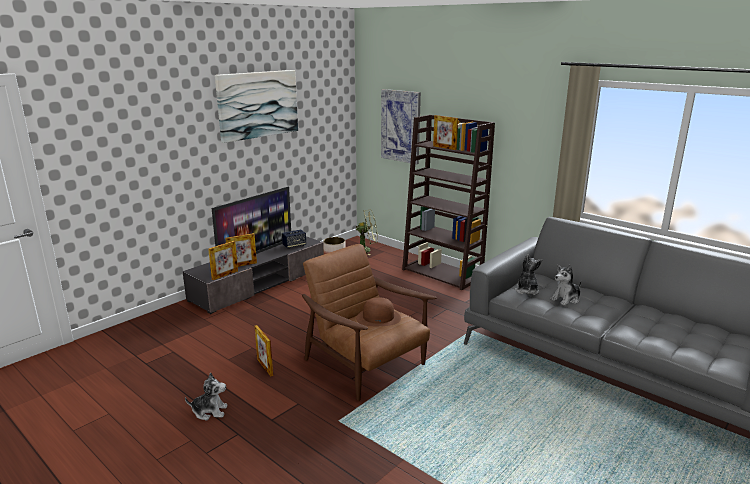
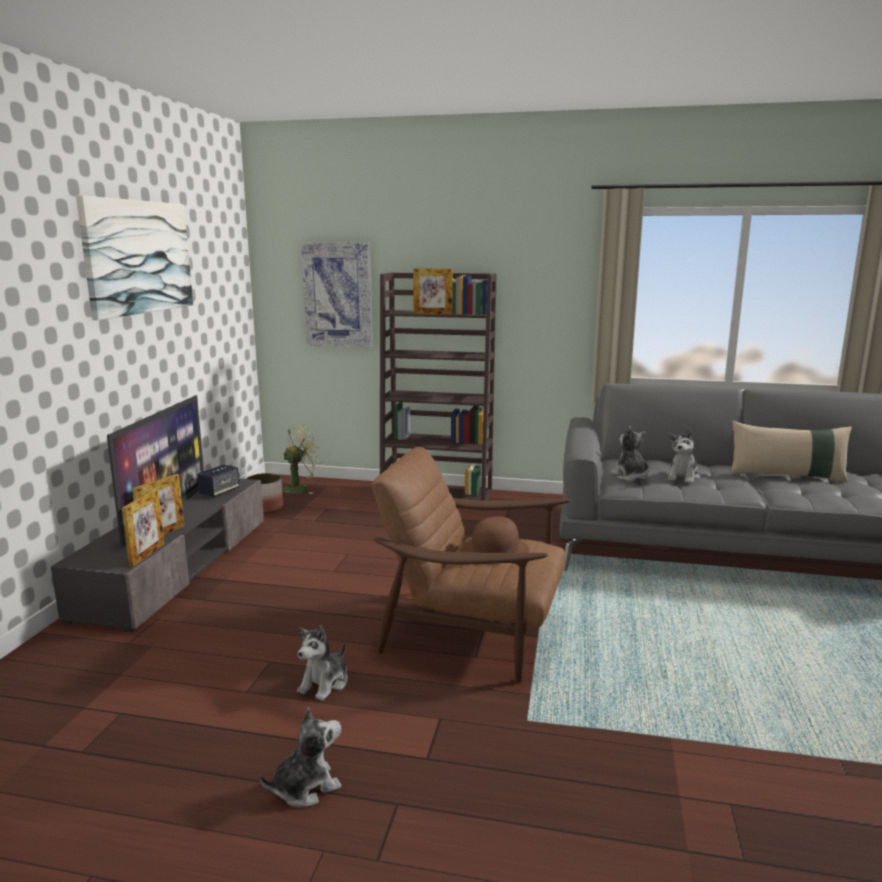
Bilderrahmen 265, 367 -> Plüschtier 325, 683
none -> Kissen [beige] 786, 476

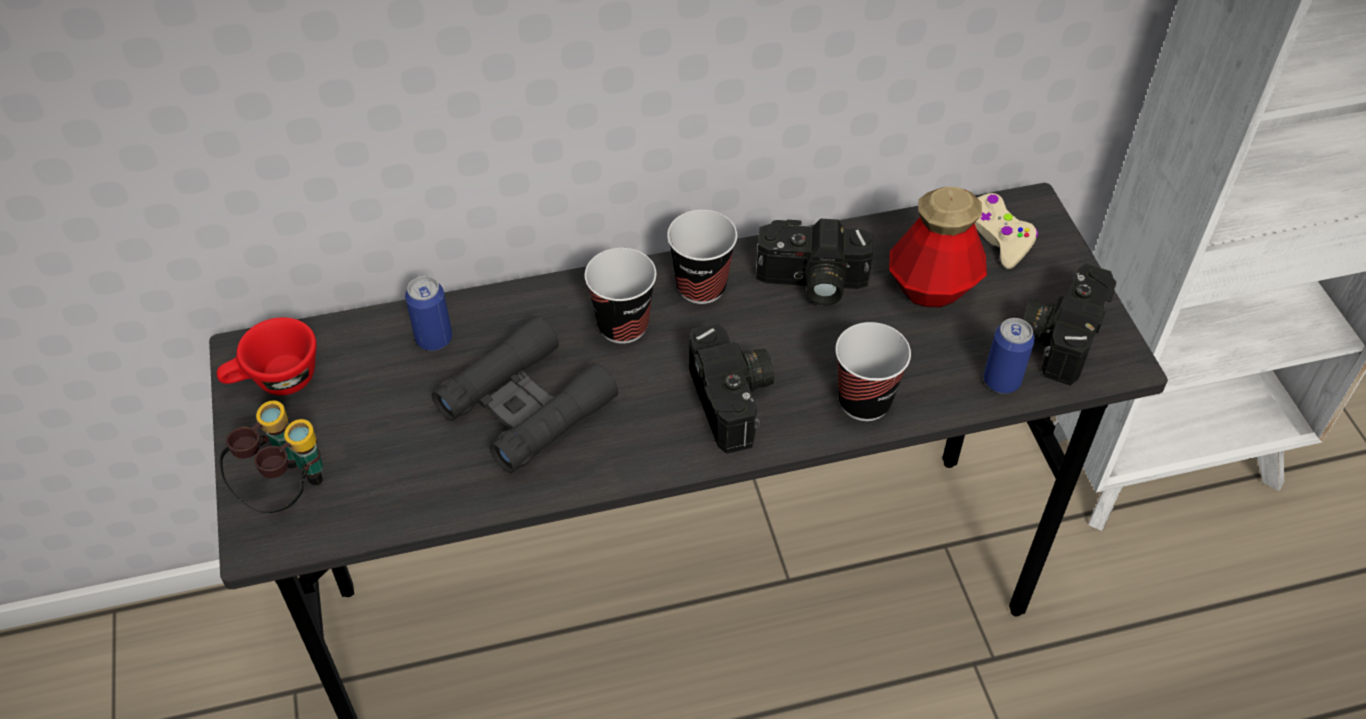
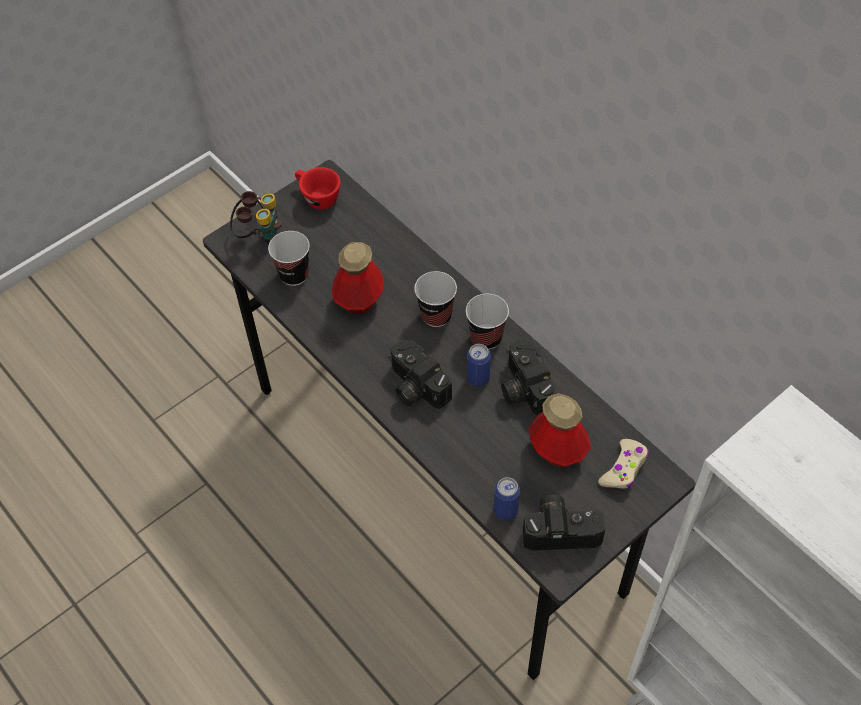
Dose 434, 339 -> Dose 478, 378, move
Fernglas [schwarz] 526, 405 -> Flasche 359, 300
Tasse 864, 401 -> Tasse 294, 274, move
Kamera 735, 400 -> Kamera 414, 387, 90 degrees clockwise

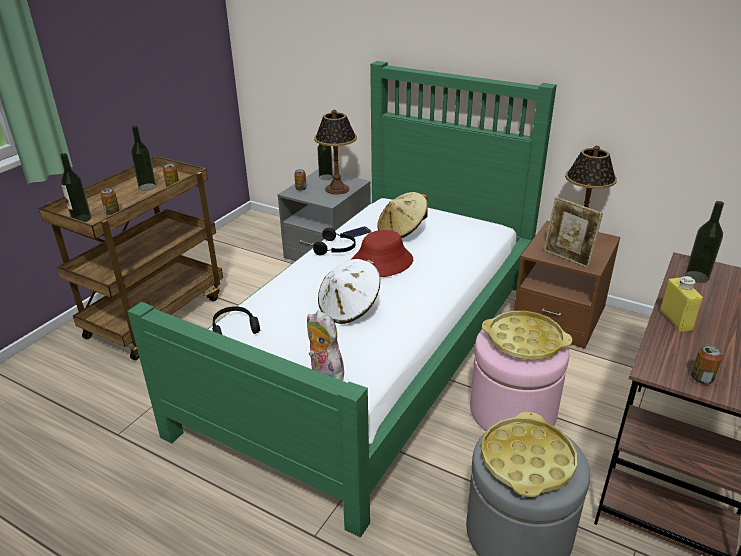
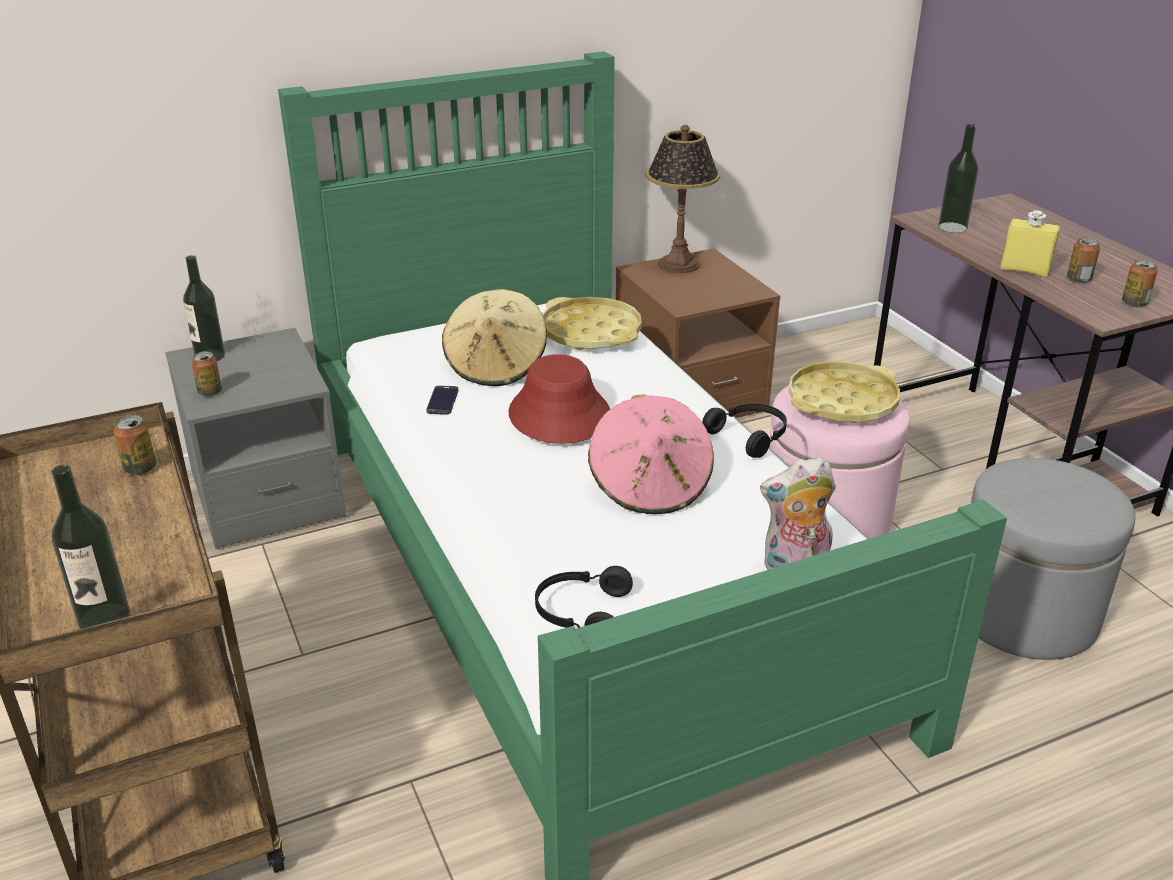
Tischlampe 337, 189 -> none
Flasche 147, 187 -> none
Dose 112, 213 -> Dose 1078, 279, move
Bilderrahmen 567, 258 -> none
Kopfhörer [schwarz] 336, 248 -> Kopfhörer [schwarz] 750, 436, move
Hut [weiß] 349, 308 -> Hut [rosa] 650, 486
Tablett [gelb] 527, 461 -> Tablett [gelb] 590, 332, move

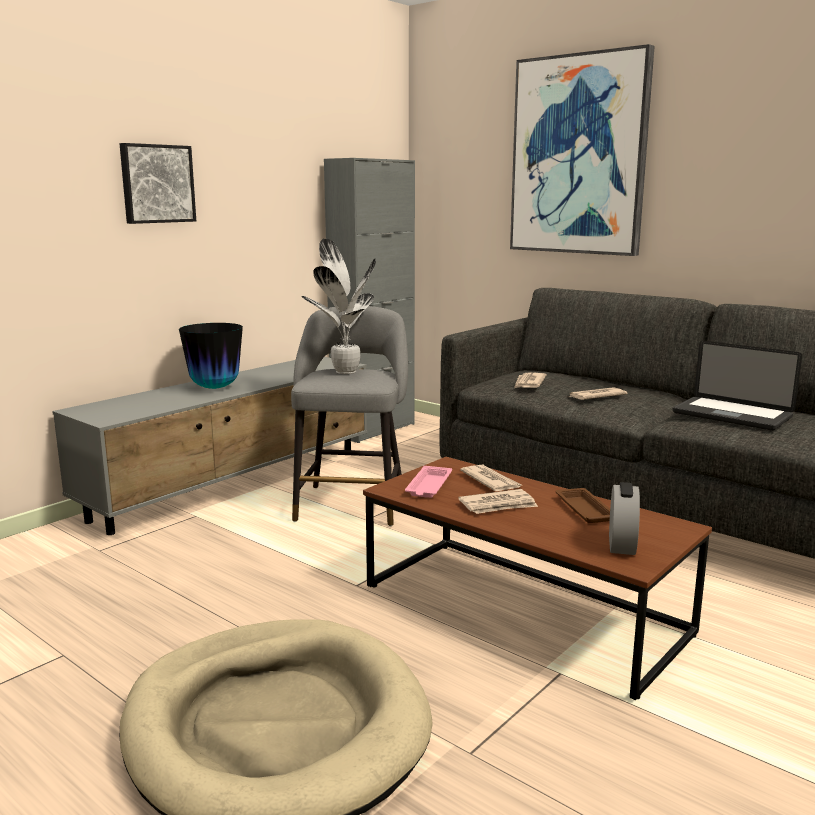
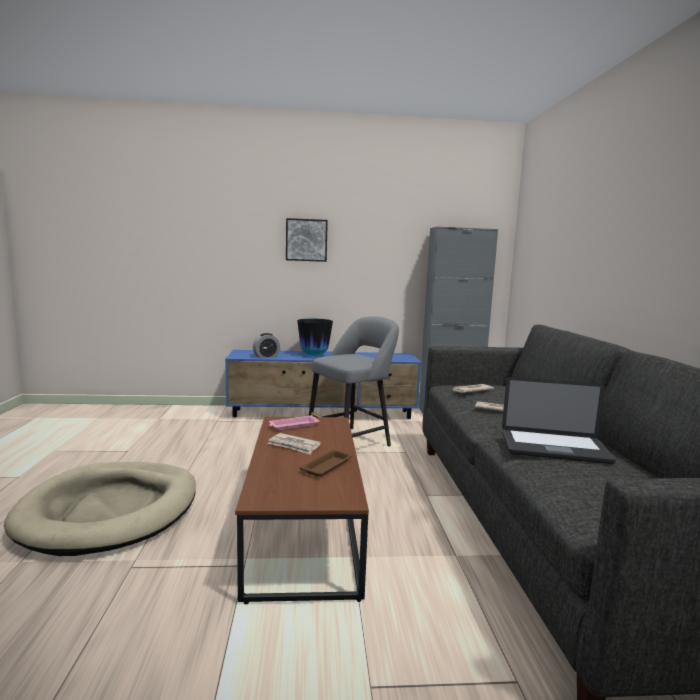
Bild 579, 156 -> none
Topfpflanze 345, 371 -> none
Laptop 731, 415 -> Laptop 554, 448, 75 degrees counterclockwise
Fernsehschrank [grau] 236, 482 -> Fernsehschrank [blau] 323, 414
Zeitung 490, 481 -> none
Wecker 621, 544 -> Wecker 266, 356, move

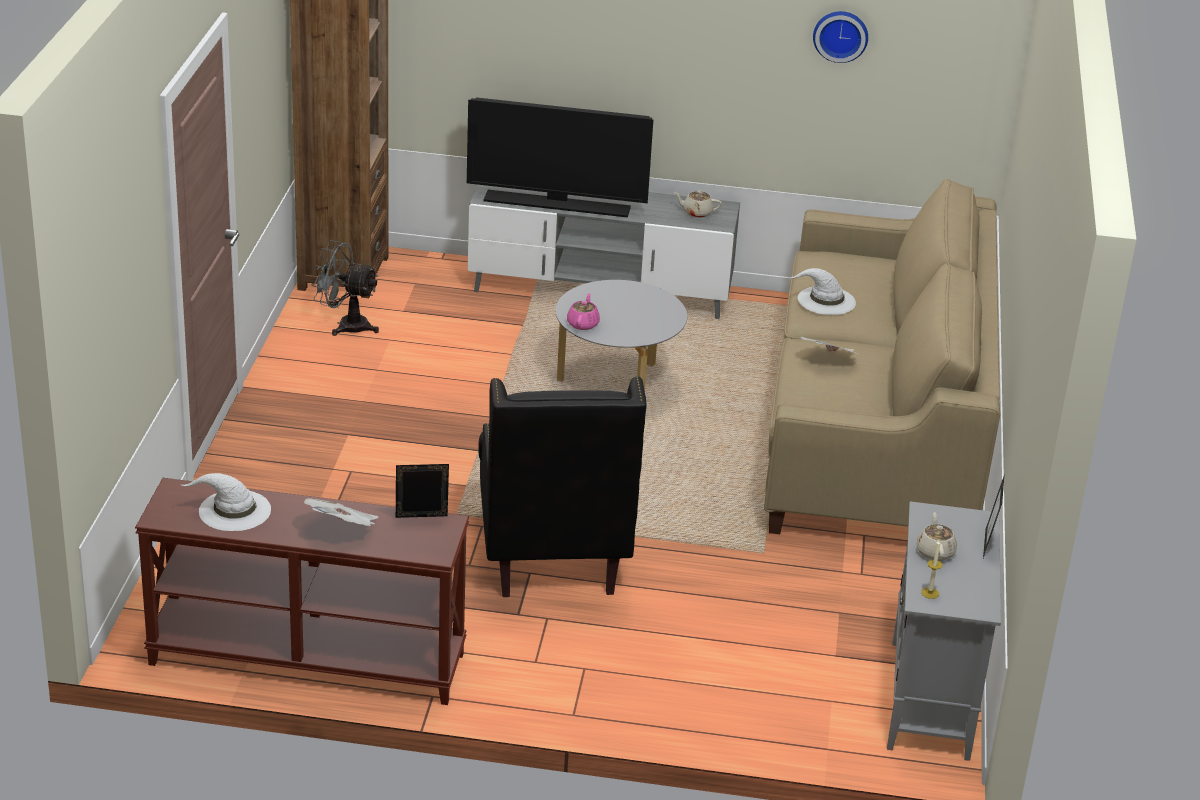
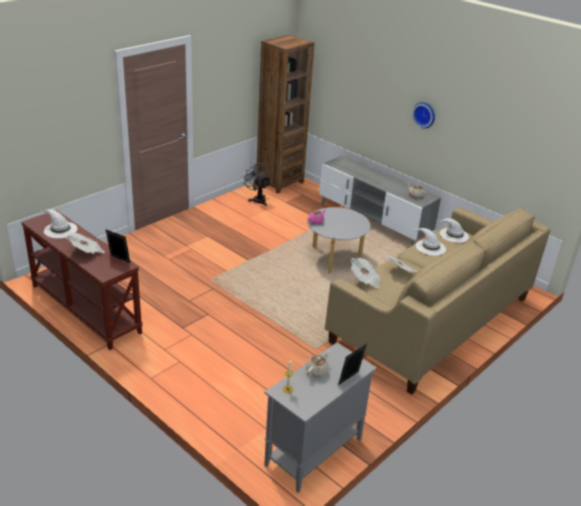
Wanduhr 840, 35 -> Wanduhr 424, 114, move
Fernseher 557, 204 -> none
Sessel [schwarz] 553, 555 -> none
none -> Hut [weiß] 453, 235
none -> Zeitung 365, 280

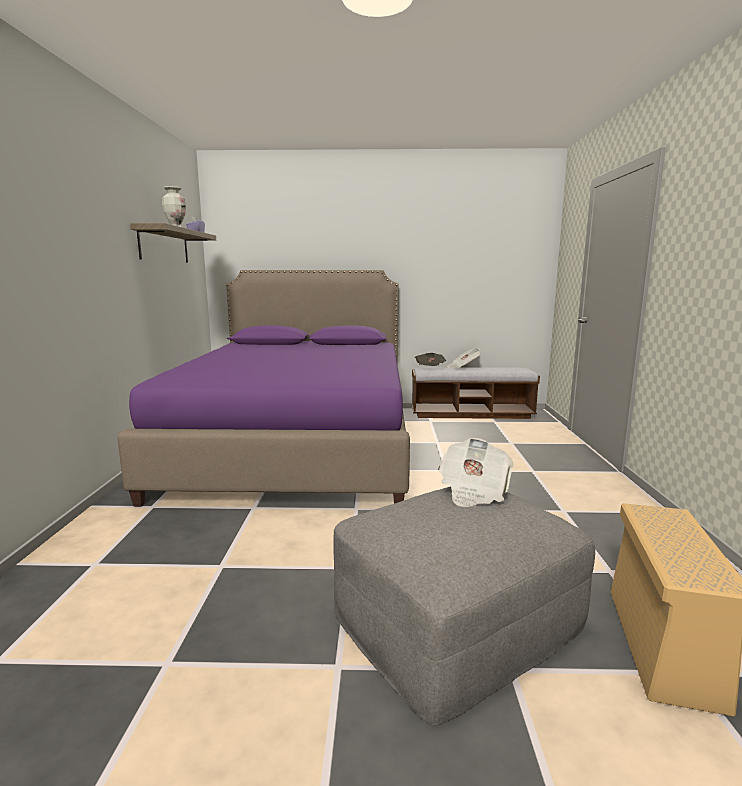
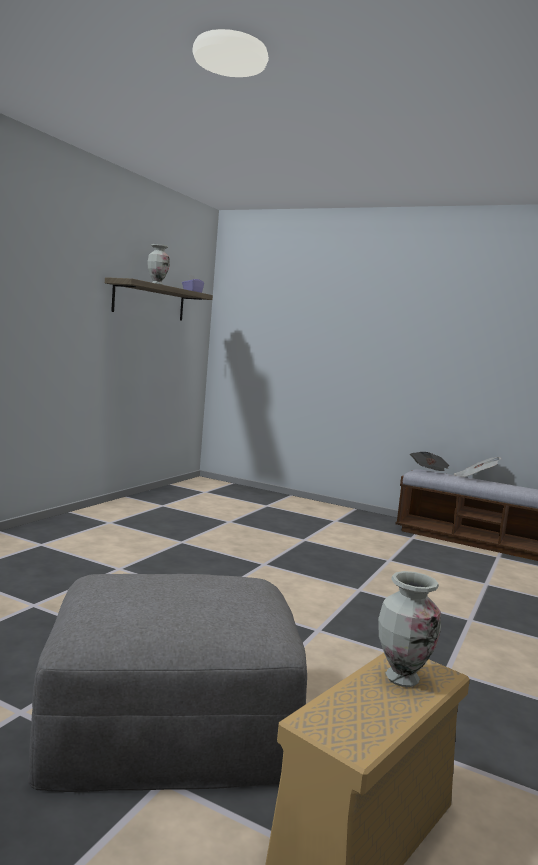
Bett [lila] 298, 445 -> none
Zeitung 473, 491 -> none
none -> Vase 402, 678

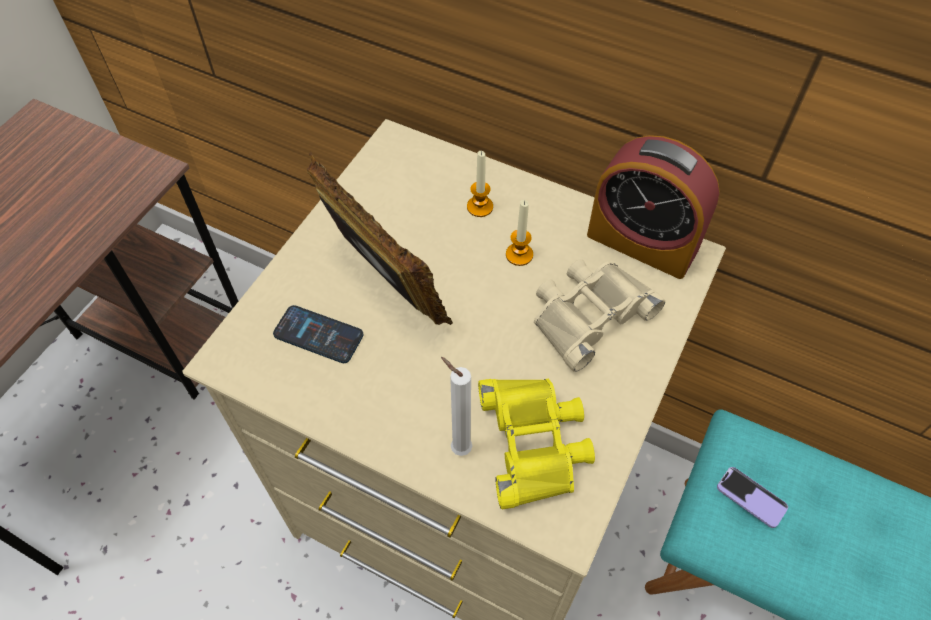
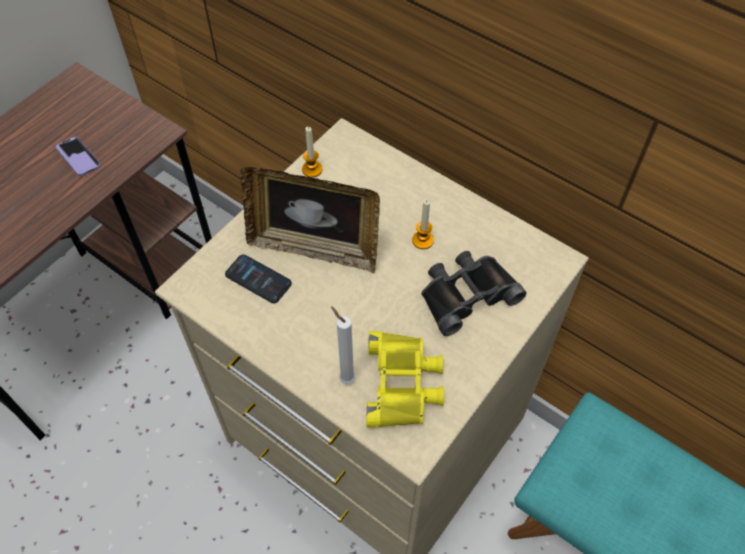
Wecker 642, 242 -> none
Kerze 480, 207 -> Kerze 312, 169, move
Bilderrahmen 383, 284 -> Bilderrahmen 314, 248, 135 degrees clockwise
Fernglas [beige] 588, 314 -> Fernglas [schwarz] 466, 294
Handy 751, 497 -> Handy 78, 157, move

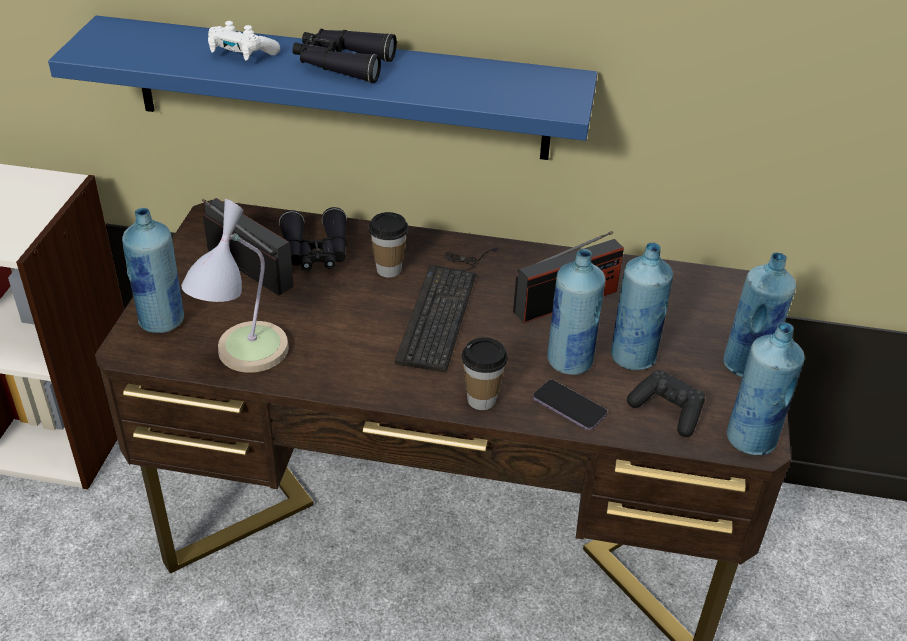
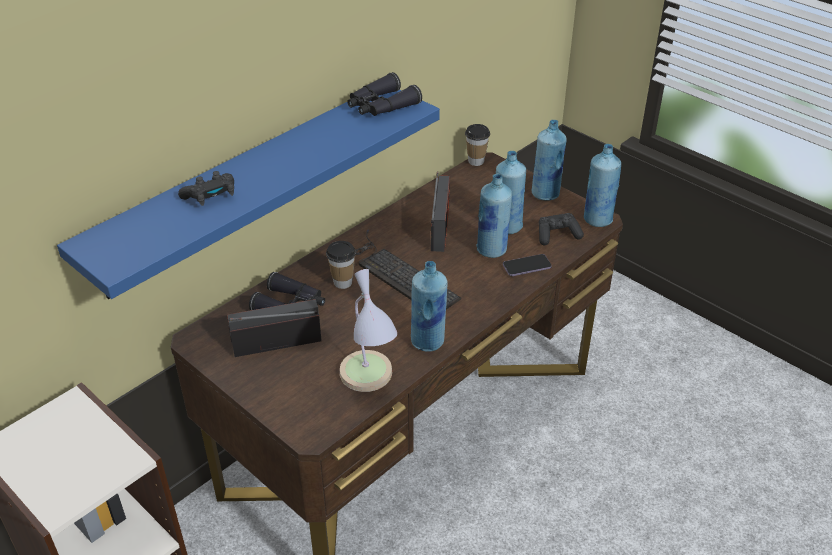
Gamepad [weiß] 241, 55 -> Gamepad [schwarz] 211, 197
Fernglas [schwarz] 342, 64 -> Fernglas [schwarz] 381, 106, move
Flasche [blau] 162, 321 -> Flasche [blau] 428, 341, move
Tasse 481, 400 -> Tasse 476, 161, move

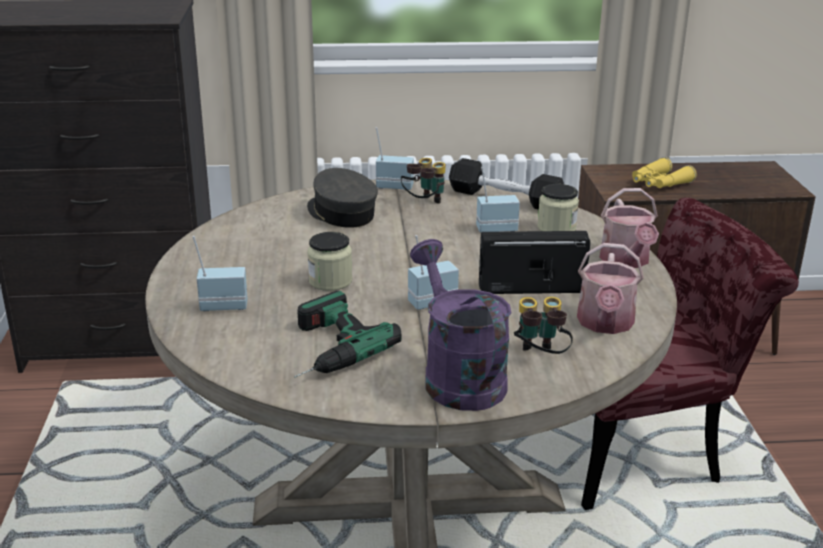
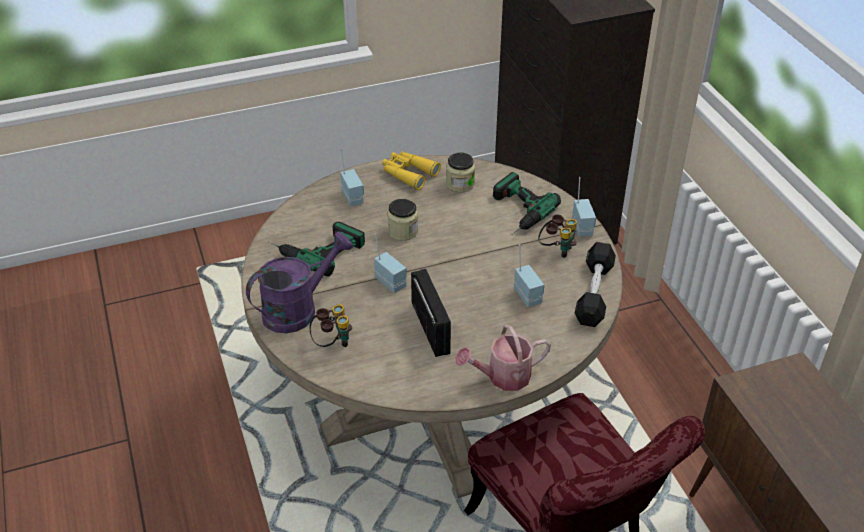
Fernglas [gelb] 658, 183 -> Fernglas [gelb] 408, 174, move
Kappe [grau] 341, 213 -> Bohrmaschine 515, 212
Vorratsglas 556, 228 -> Vorratsglas 460, 184, move
Gießkanne 605, 324 -> none

